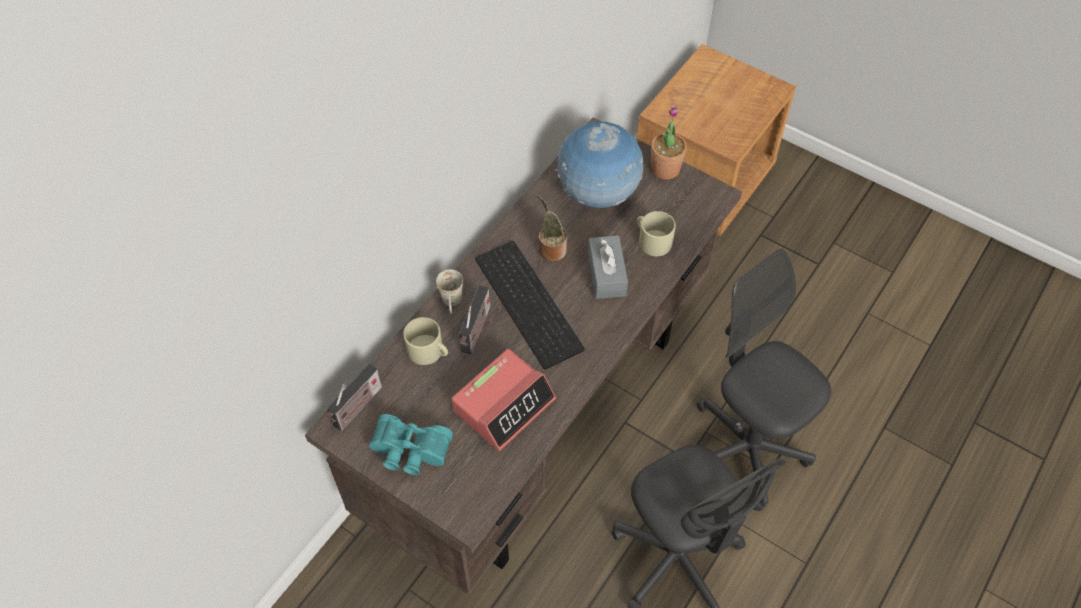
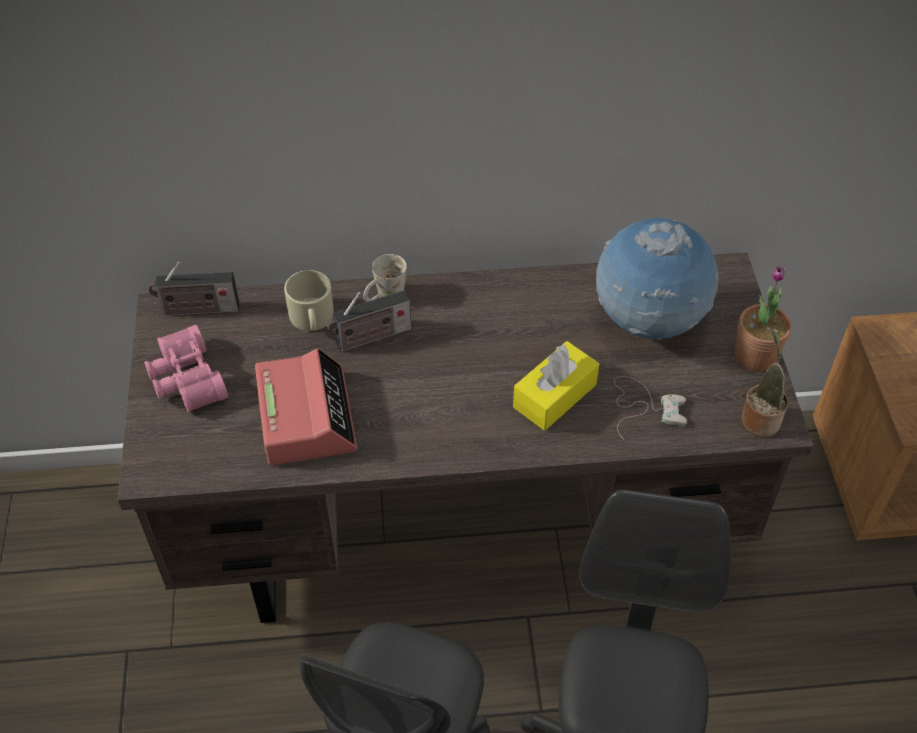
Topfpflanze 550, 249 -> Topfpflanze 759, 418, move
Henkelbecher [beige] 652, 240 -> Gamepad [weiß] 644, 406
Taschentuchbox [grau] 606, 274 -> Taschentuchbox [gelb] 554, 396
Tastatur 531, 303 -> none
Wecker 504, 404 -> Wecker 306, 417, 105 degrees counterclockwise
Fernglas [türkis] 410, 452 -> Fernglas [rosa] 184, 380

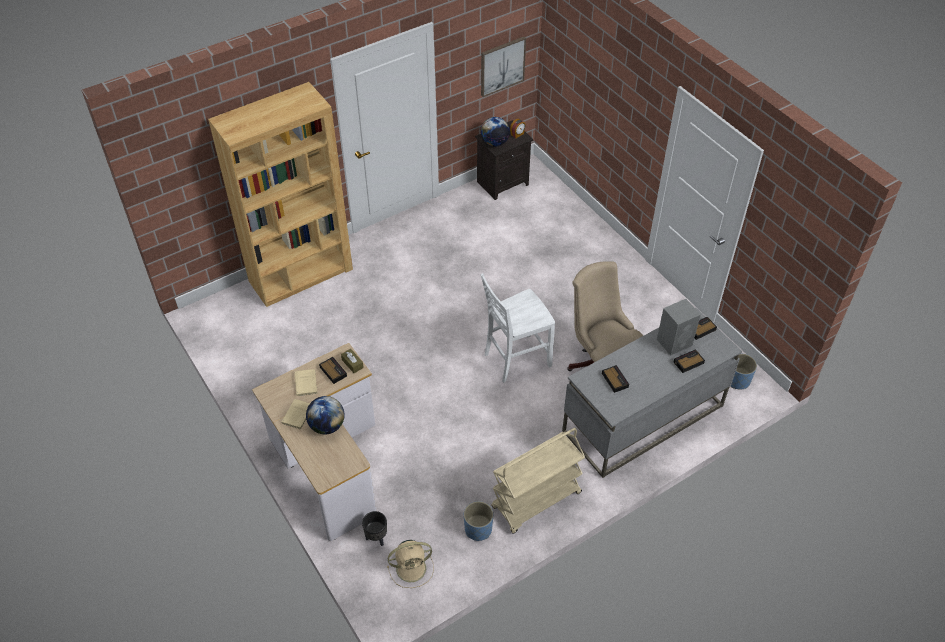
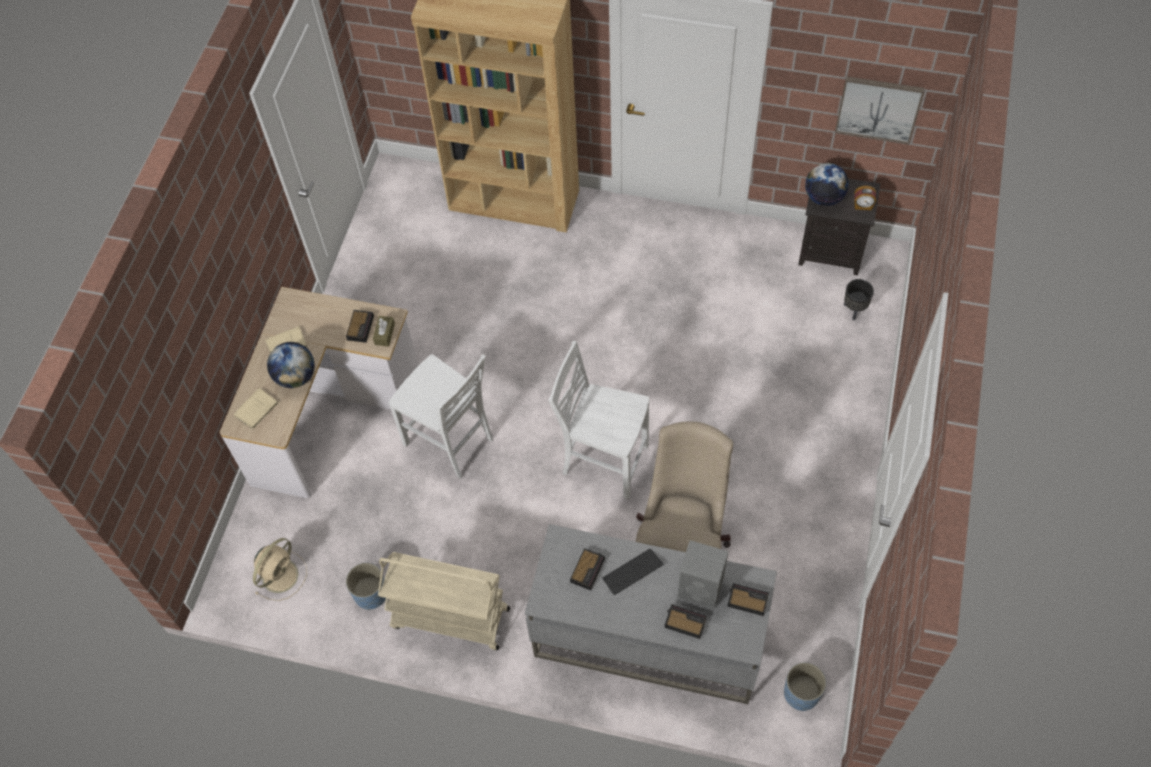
Buch [beige] 306, 384 -> Buch [beige] 255, 410, move
Pflanzkübel [schwarz] 377, 537 -> Pflanzkübel [schwarz] 854, 310, move
Ventilator [beige] 412, 568 -> Ventilator [beige] 281, 574, 90 degrees counterclockwise
none -> Stuhl [weiß] 450, 442
none -> Tastatur 632, 572

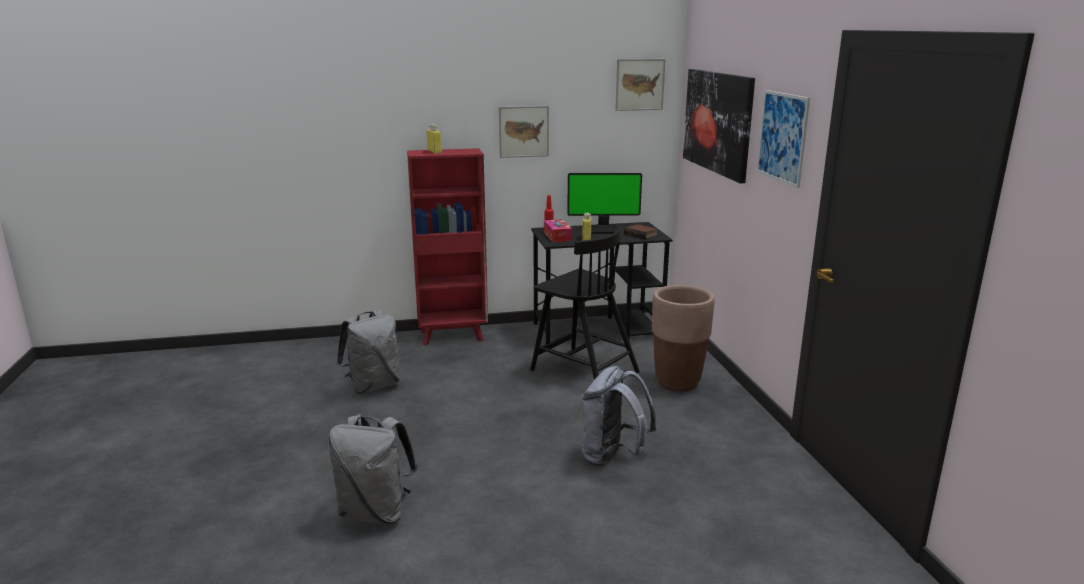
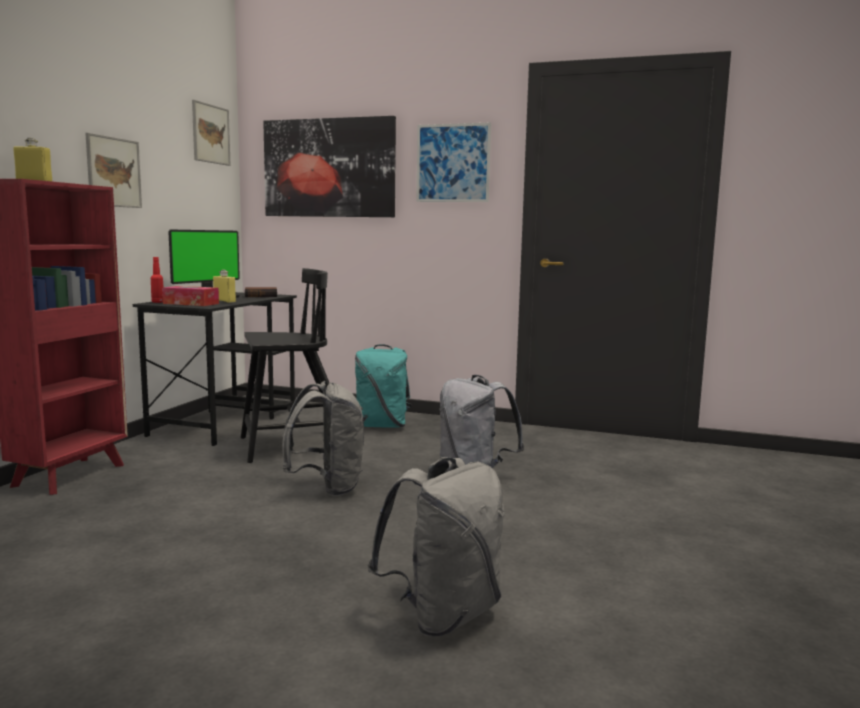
Pflanzkübel [braun] 677, 382 -> Rucksack [türkis] 382, 426
Rucksack [grau] 373, 386 -> Rucksack [grau] 327, 488, move

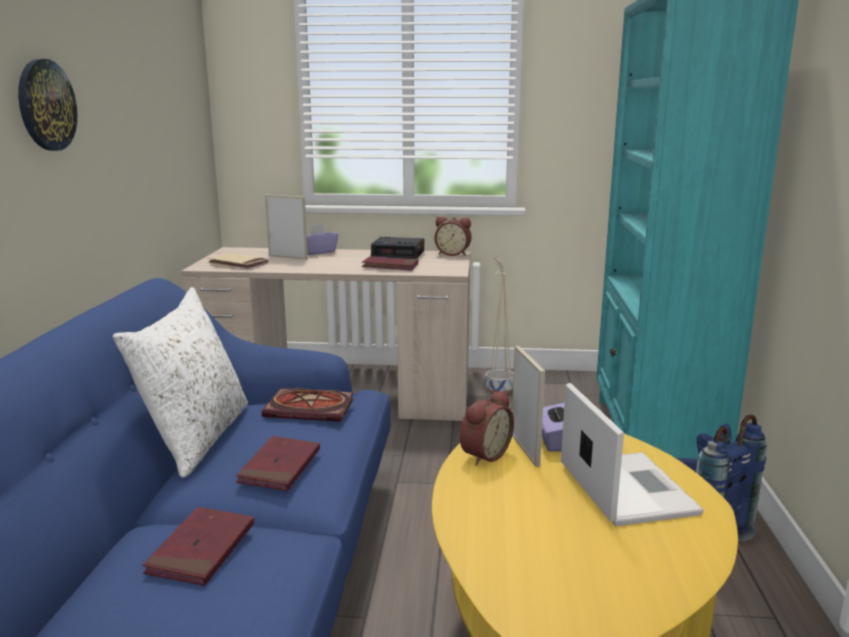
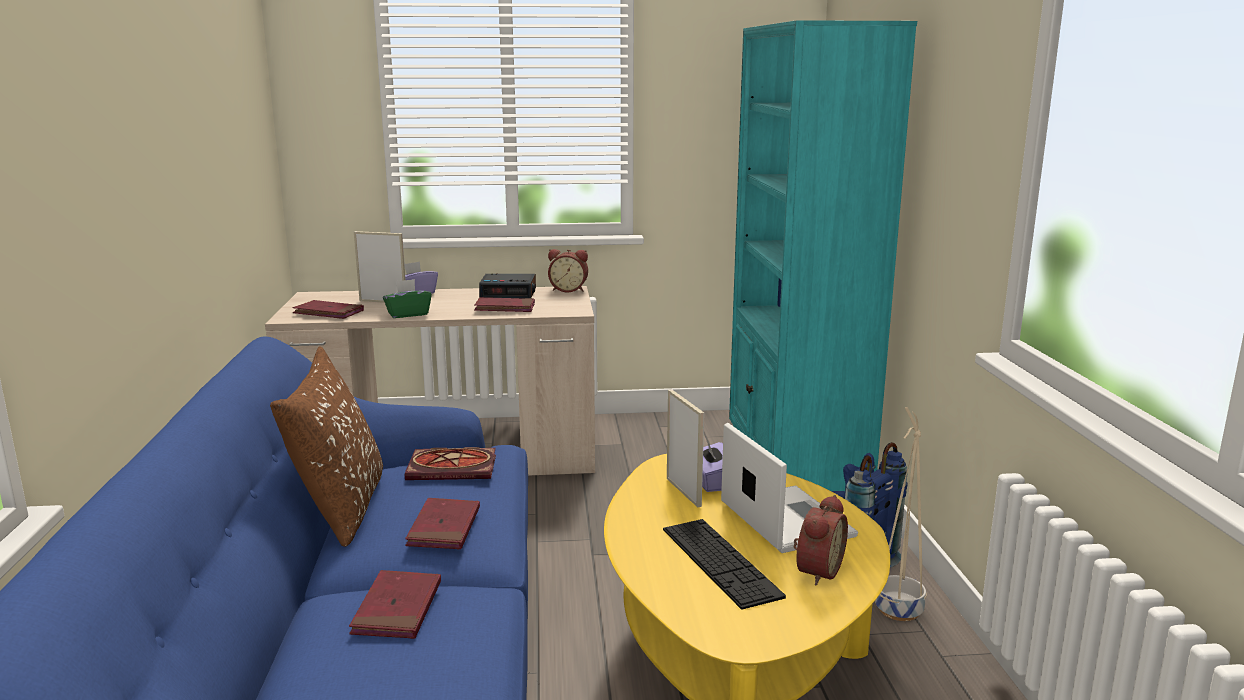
Wanduhr 46, 105 -> none
Buch [beige] 238, 264 -> Buch [rot] 328, 313
Pflanzkübel [beige] 499, 389 -> Pflanzkübel [beige] 898, 610, move
Kissen [weiß] 197, 438 -> Kissen [braun] 341, 507
Wecker 483, 454 -> Wecker 816, 571, move
none -> Taschentuchbox [grün] 408, 314
none -> Tastatur 720, 561

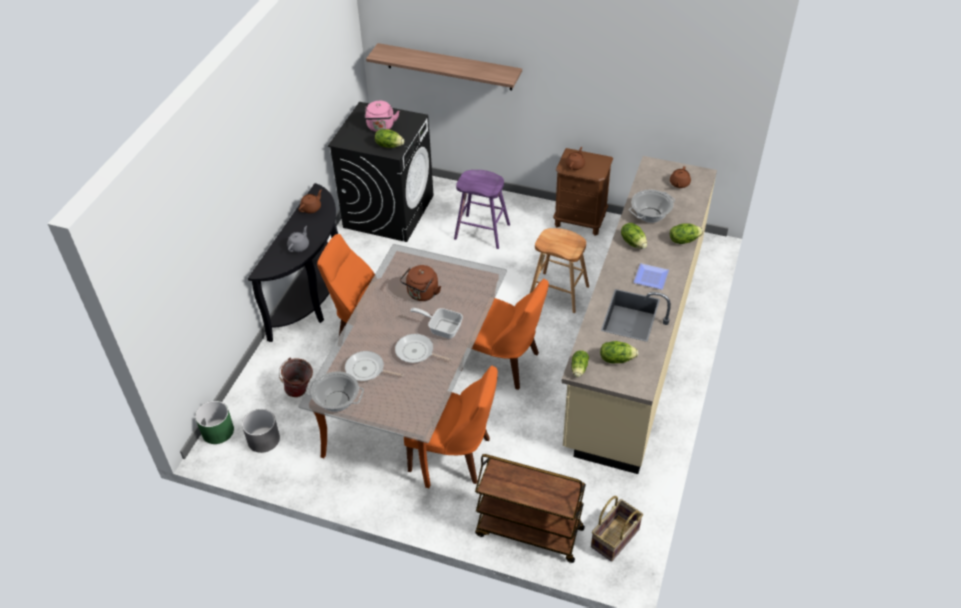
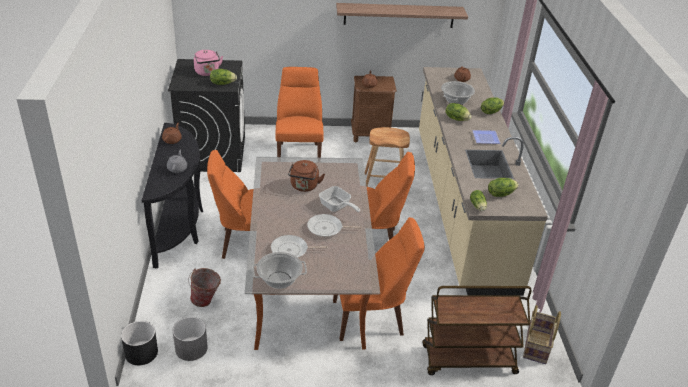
Wandregal 449, 67 -> Wandregal 399, 15, move
Hocker [lila] 482, 232 -> Stuhl [orange] 299, 155
Pfanne 442, 328 -> Pfanne 337, 207, 135 degrees counterclockwise
Pflanzkübel [grün] 217, 431 -> Pflanzkübel [schwarz] 141, 352

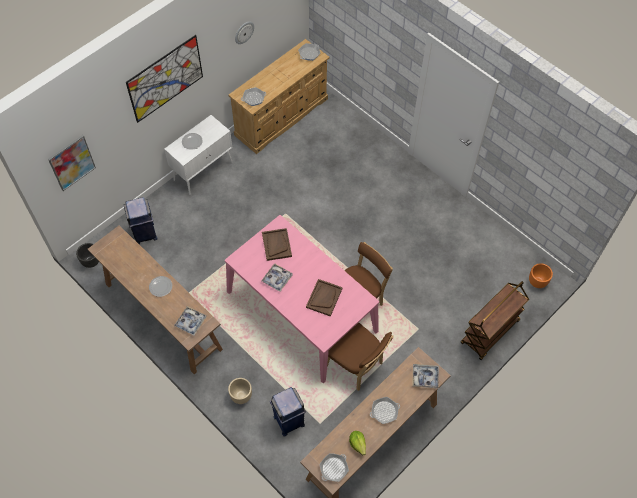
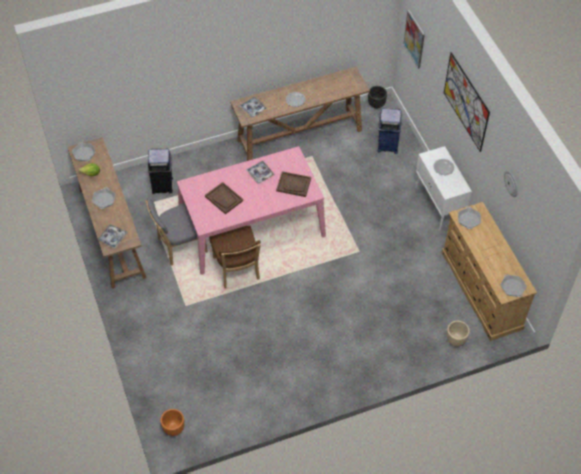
Rollwagen [braun] 490, 333 -> none
Stuhl [braun] 356, 366 -> Stuhl [grau] 179, 246
Pflanzkübel [beige] 241, 396 -> Pflanzkübel [beige] 455, 340, move

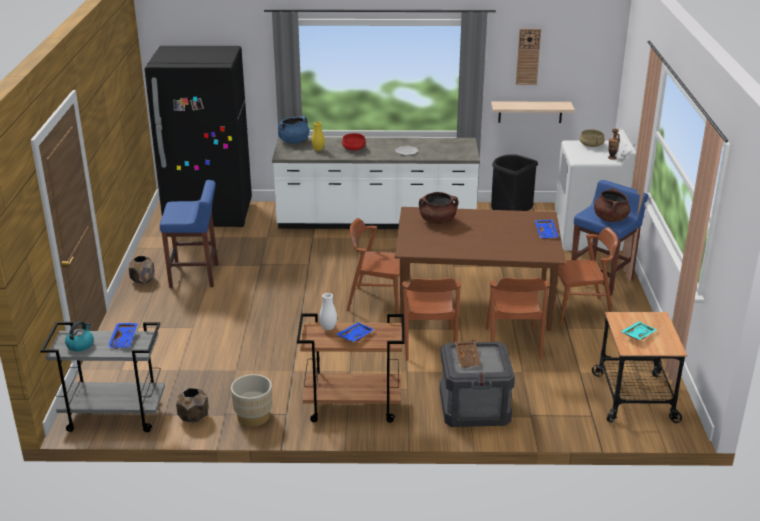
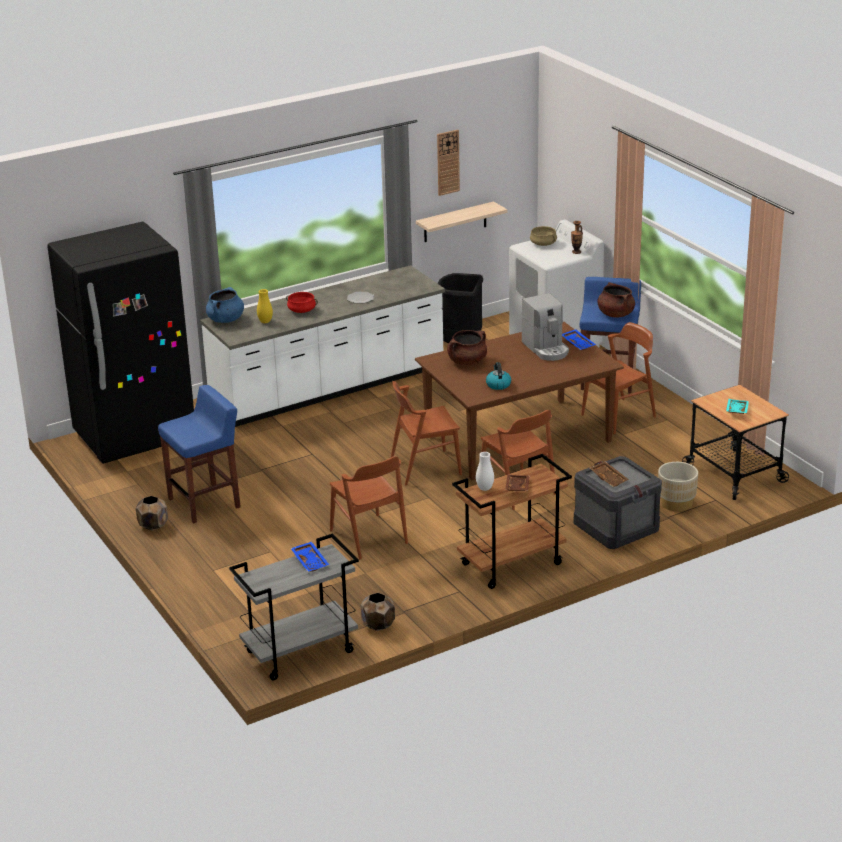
Stuhl [braun] 513, 343 -> Stuhl [braun] 369, 537, move
Wasserkessel 80, 345 -> Wasserkessel 498, 385, move
Tablett [blau] 355, 336 -> Tablett [braun] 516, 487
Pflanzkübel [beige] 253, 417 -> Pflanzkübel [beige] 676, 503, move
none -> Kaffeemaschine 546, 348

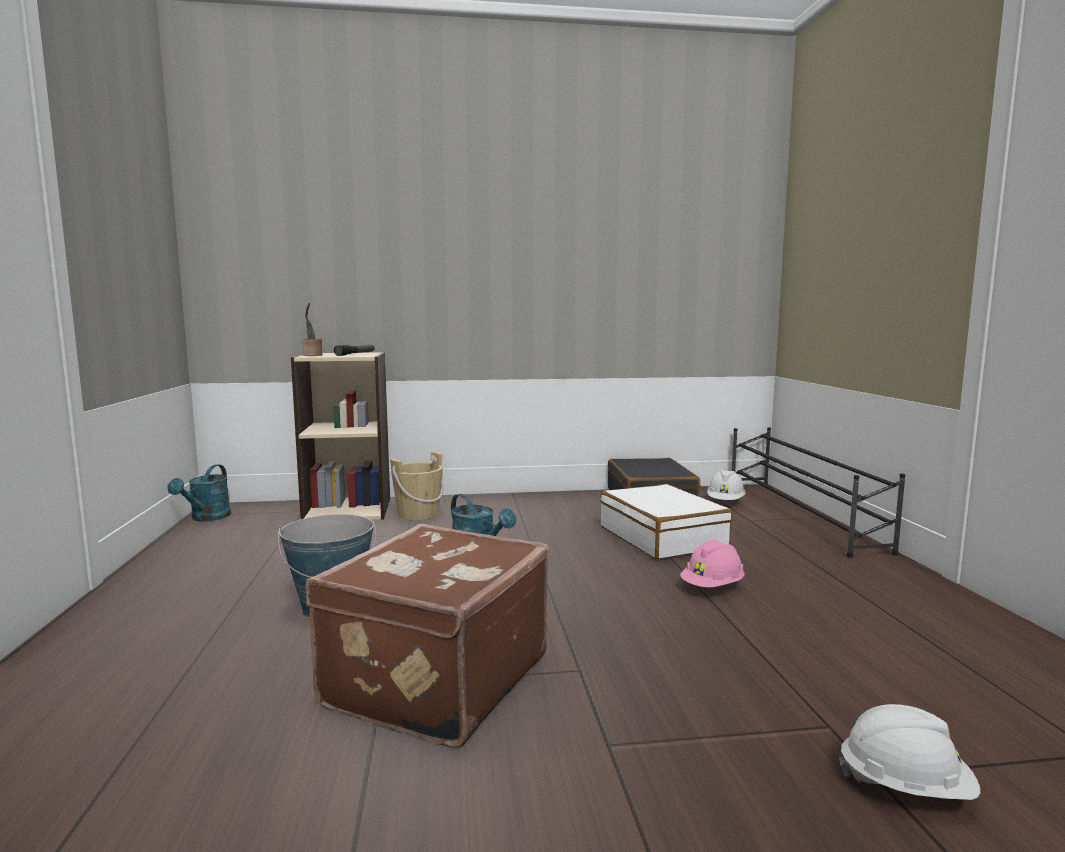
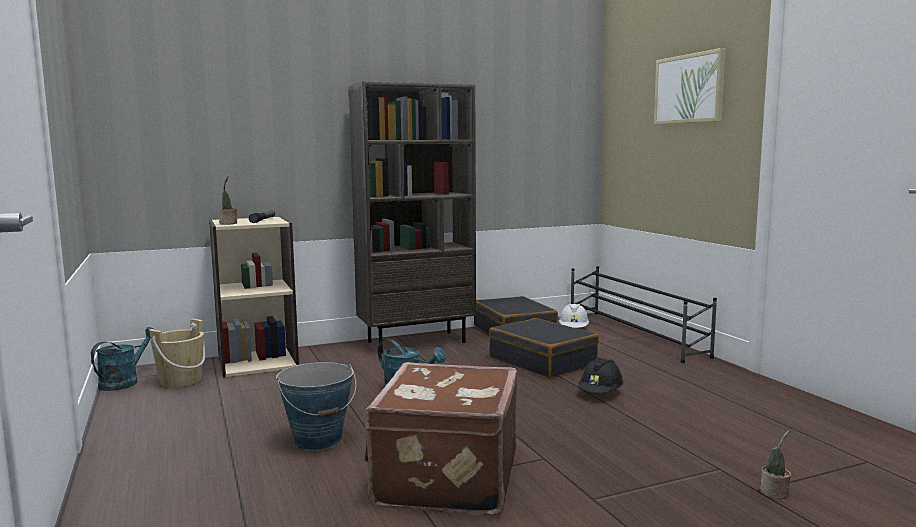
Eimer [beige] 418, 514 -> Eimer [beige] 180, 380, move
Gießkanne [türkis] 207, 518 -> Gießkanne [türkis] 124, 382, 150 degrees counterclockwise
Koffer [weiß] 662, 537 -> Koffer [schwarz] 543, 361
Schutzhelm [rosa] 712, 587 -> Schutzhelm [schwarz] 600, 393
Schutzhelm [weiß] 905, 787 -> Topfpflanze 775, 493
none -> Bild 689, 89
none -> Bücherregal [braun] 416, 342

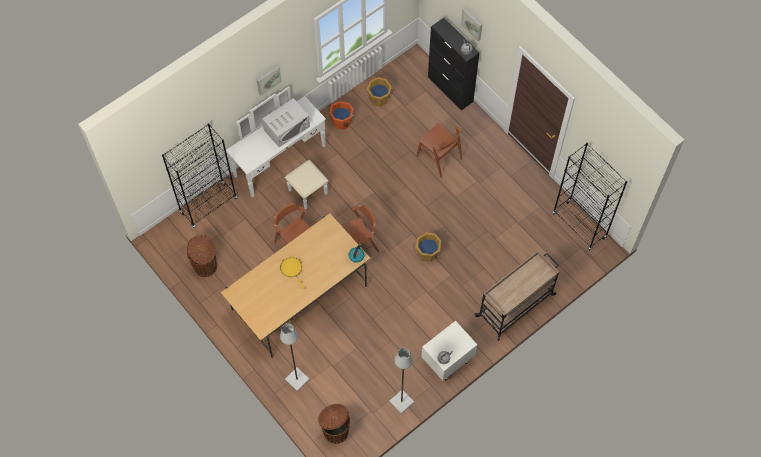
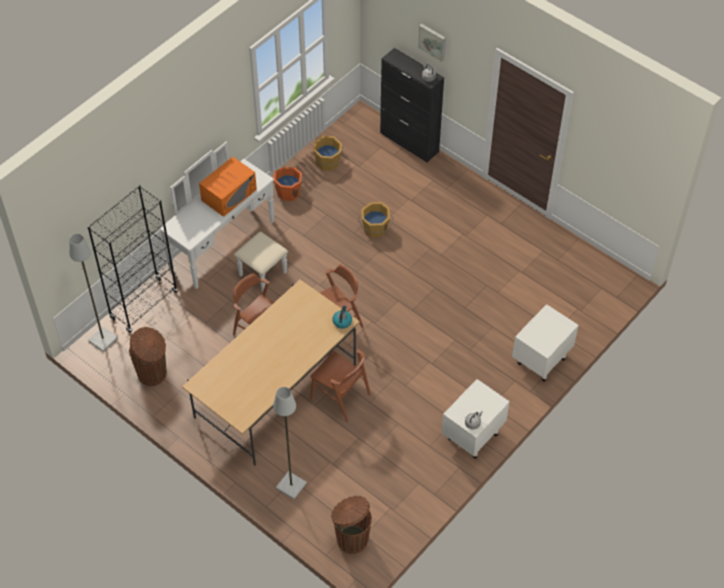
Bild 268, 79 -> none
Mikrowelle [weiß] 287, 128 -> Mikrowelle [orange] 229, 195
Stuhl [braun] 439, 157 -> Stuhl [braun] 340, 396, move
Bücherregal [schwarz] 579, 226 -> none
Eimer [orange] 427, 253 -> Eimer [orange] 375, 229, move
Rollwagen [beige] 516, 305 -> Nachttisch [weiß] 540, 361
Pfanne [gelb] 292, 269 -> none
Stehlampe [grau] 401, 402 -> Stehlampe [grau] 103, 340, move

